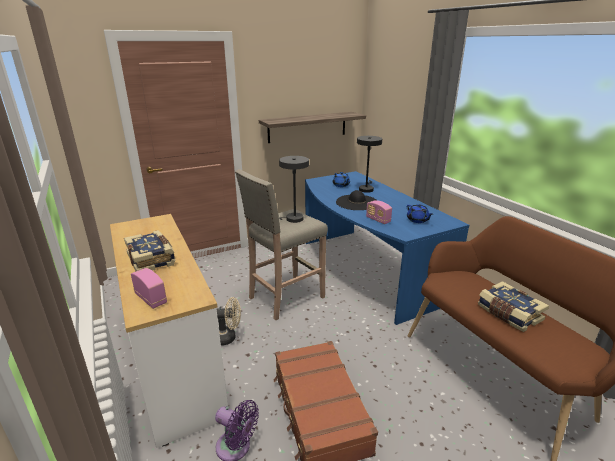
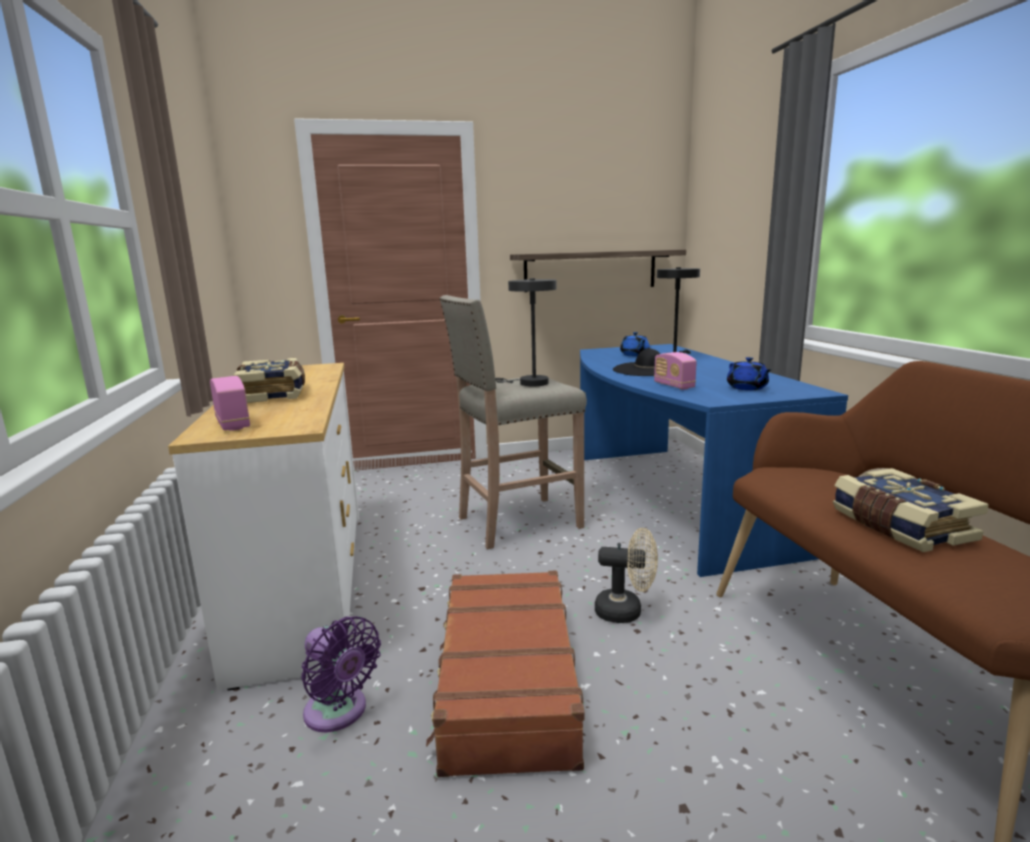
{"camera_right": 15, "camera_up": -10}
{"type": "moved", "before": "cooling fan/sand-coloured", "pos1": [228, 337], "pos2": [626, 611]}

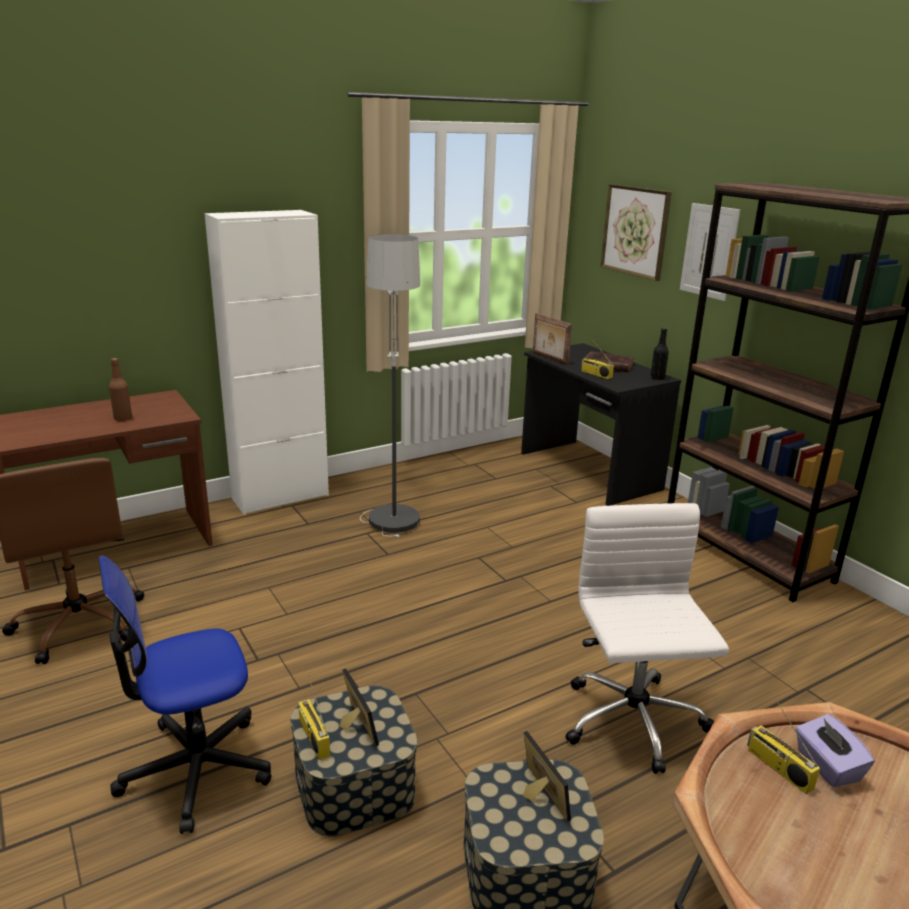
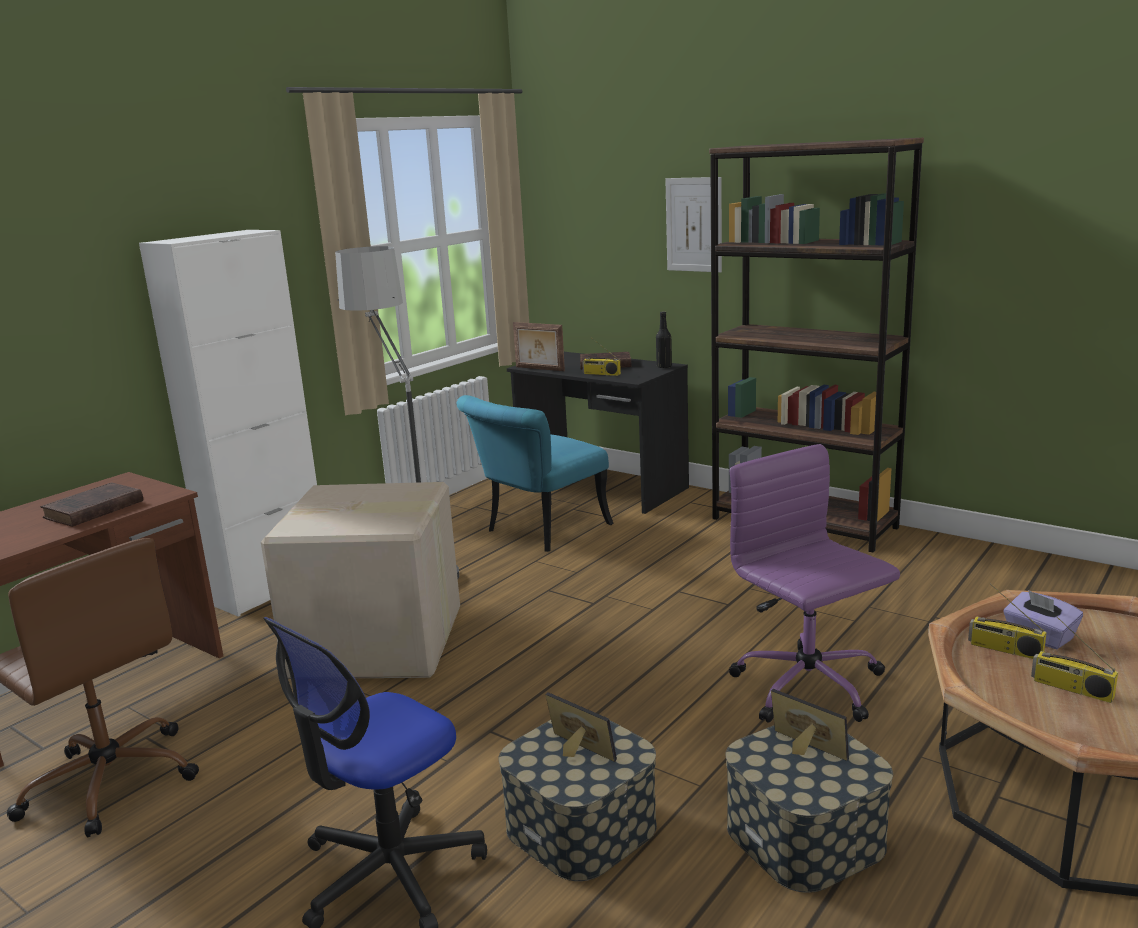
{"camera_right": -20, "camera_up": -5}
{"type": "removed", "before": "wall picture", "pos1": [635, 231]}
{"type": "replaced", "before": "bottle/brown-coloured", "after": "volume/brown-coloured", "pos1": [123, 418], "pos2": [92, 510]}
{"type": "recoloured", "before": "desk chair/white", "after": "desk chair/purple", "pos1": [633, 723], "pos2": [809, 688]}
{"type": "moved", "before": "radio set", "pos1": [312, 737], "pos2": [1071, 688]}
{"type": "added", "after": "upright chair/turquoise-coloured", "pos2": [539, 532]}
{"type": "added", "after": "packing box", "pos2": [379, 643]}

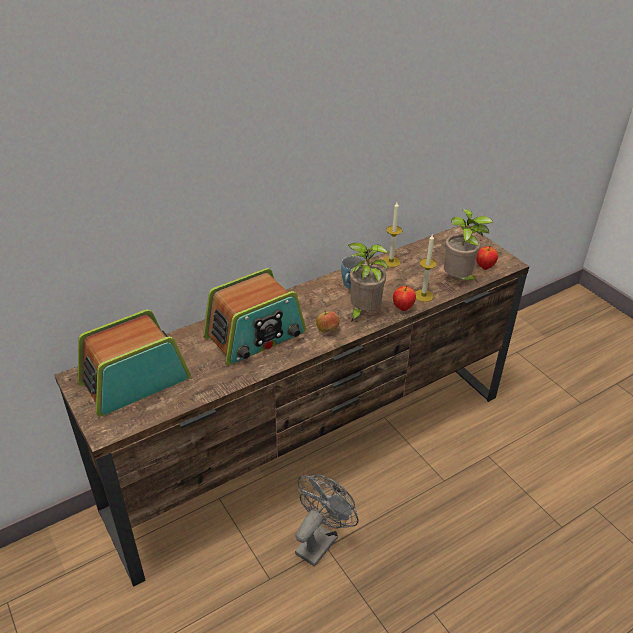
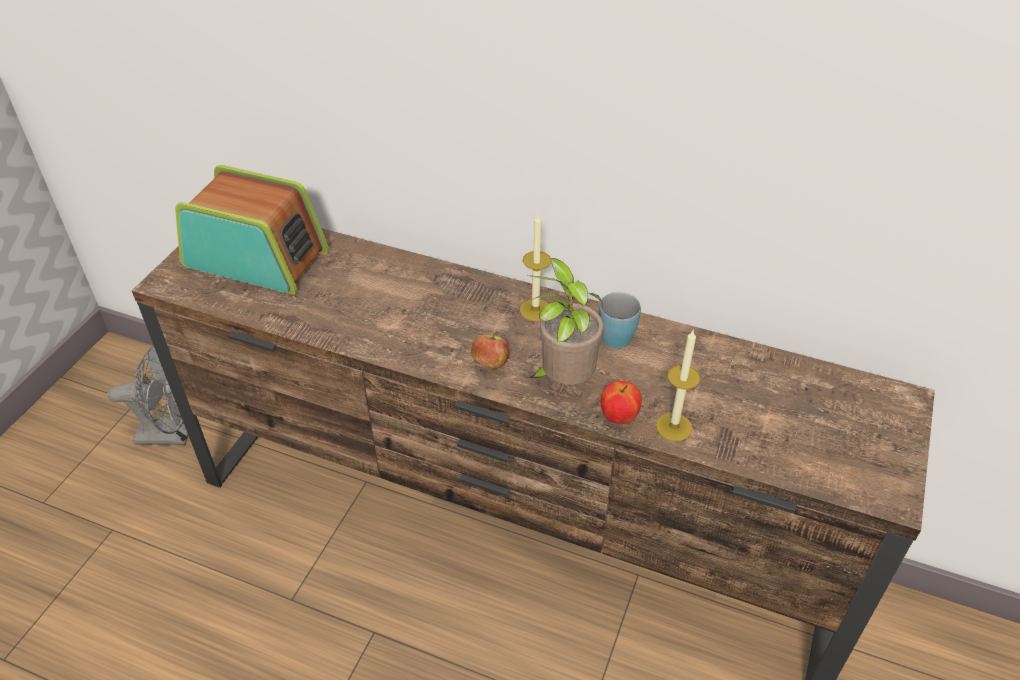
{"camera_right": 55, "camera_up": 5}
{"type": "moved", "before": "candle", "pos1": [391, 261], "pos2": [535, 310]}
{"type": "removed", "before": "potted plant", "pos1": [458, 280]}
{"type": "removed", "before": "apple fruit", "pos1": [484, 267]}
{"type": "removed", "before": "radio set", "pos1": [255, 335]}
{"type": "moved", "before": "cooling fan/greyish", "pos1": [320, 540], "pos2": [173, 433]}

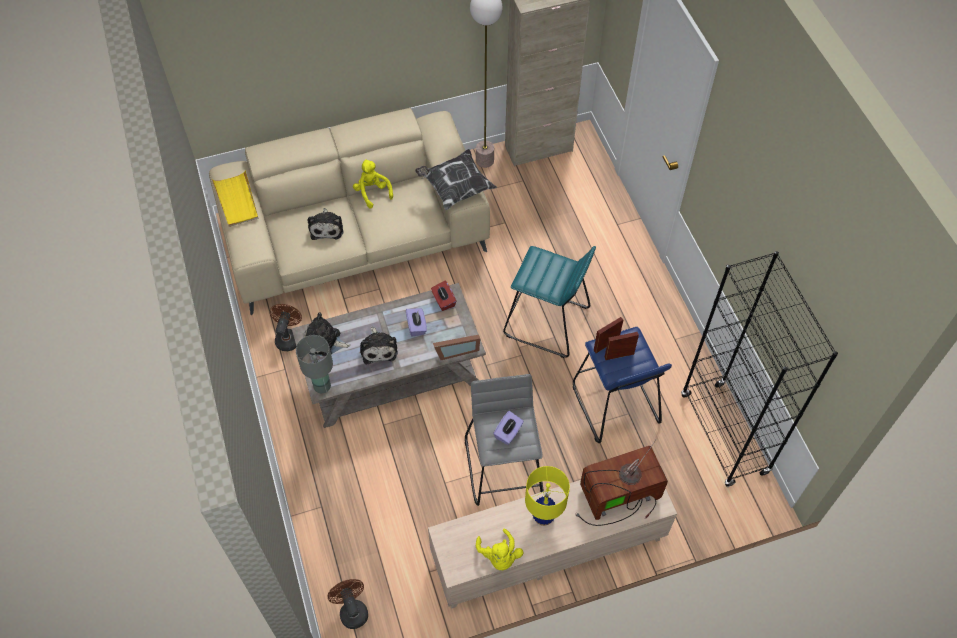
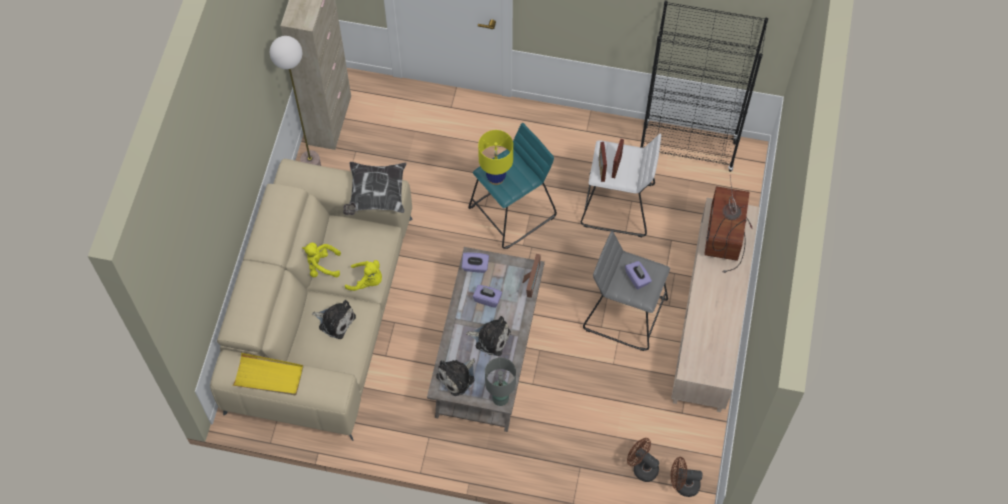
{"camera_right": -60, "camera_up": 5}
{"type": "recoloured", "before": "box of tissues/red", "after": "box of tissues/purple", "pos1": [443, 301], "pos2": [475, 266]}
{"type": "moved", "before": "cooling fan/brown-coloured", "pos1": [288, 337], "pos2": [642, 467]}
{"type": "recoloured", "before": "sitting stool/bluish", "after": "sitting stool/white", "pos1": [614, 404], "pos2": [617, 206]}
{"type": "moved", "before": "tabletop lamp/yellow", "pos1": [543, 516], "pos2": [496, 177]}
{"type": "moved", "before": "cuddly toy/yellow", "pos1": [499, 556], "pos2": [367, 281]}

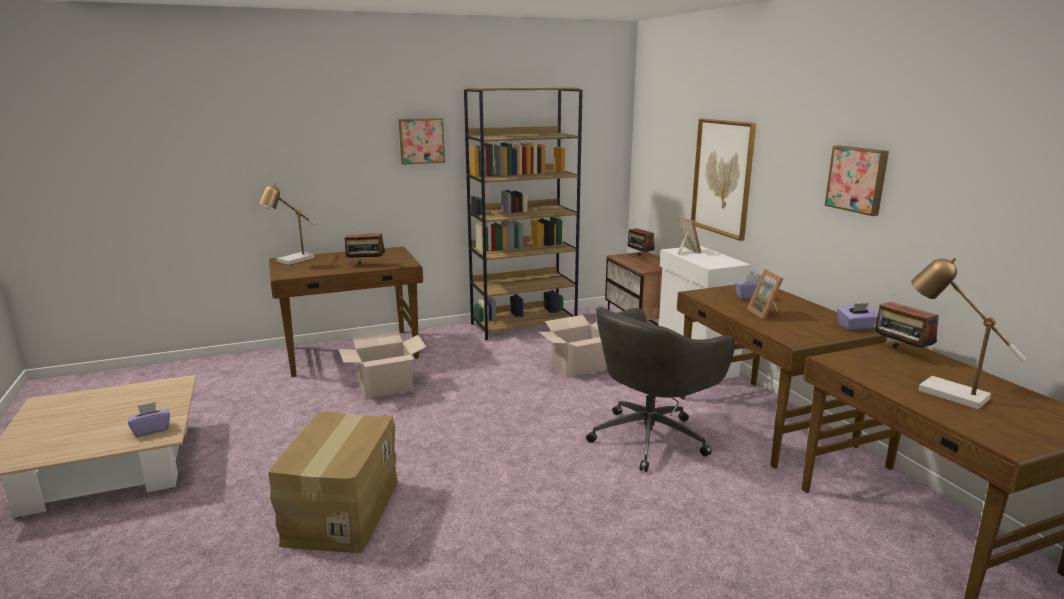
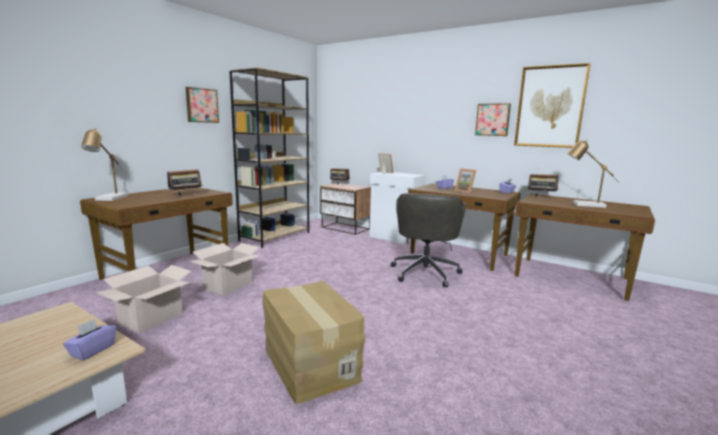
{"camera_right": -35, "camera_up": -5}
{"type": "moved", "before": "wall picture", "pos1": [722, 177], "pos2": [550, 107]}
{"type": "moved", "before": "packing box", "pos1": [578, 366], "pos2": [151, 318]}

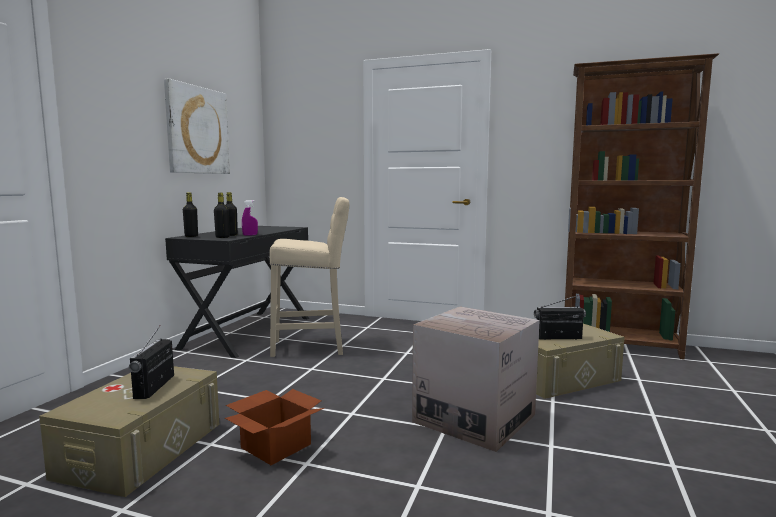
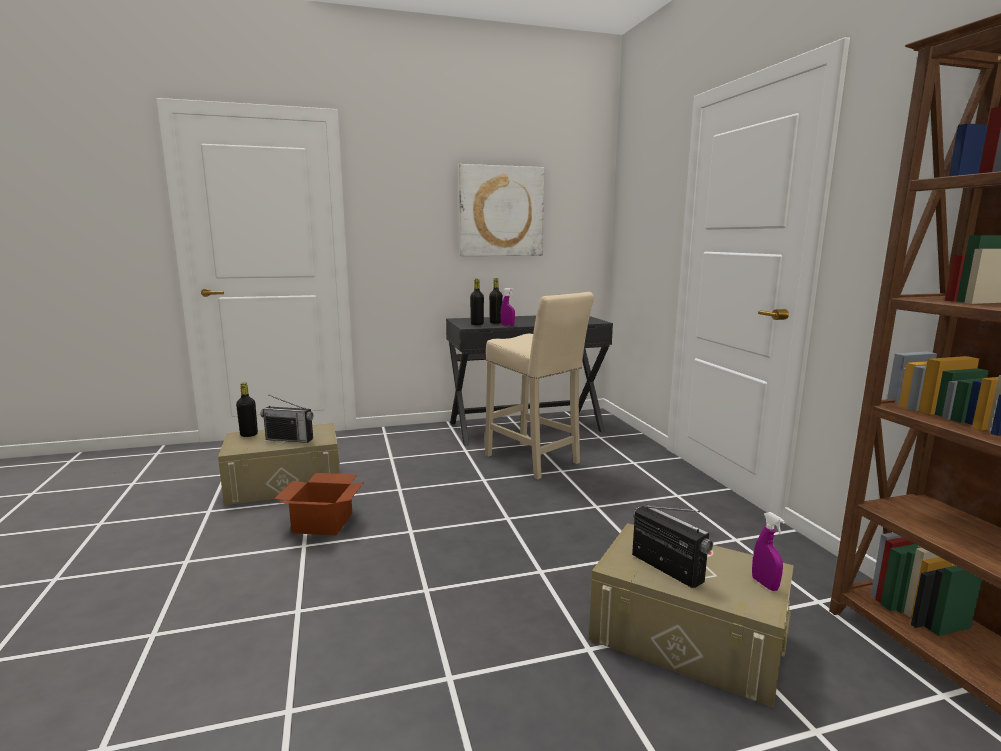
{"camera_right": 55, "camera_up": 5}
{"type": "moved", "before": "bottle/black", "pos1": [191, 236], "pos2": [249, 435]}
{"type": "removed", "before": "packing box", "pos1": [474, 418]}
{"type": "turned", "before": "radio set", "pos1": [154, 387], "pos2": [289, 439], "turn": -135}
{"type": "added", "after": "hand sprayer/purple", "pos2": [764, 584]}

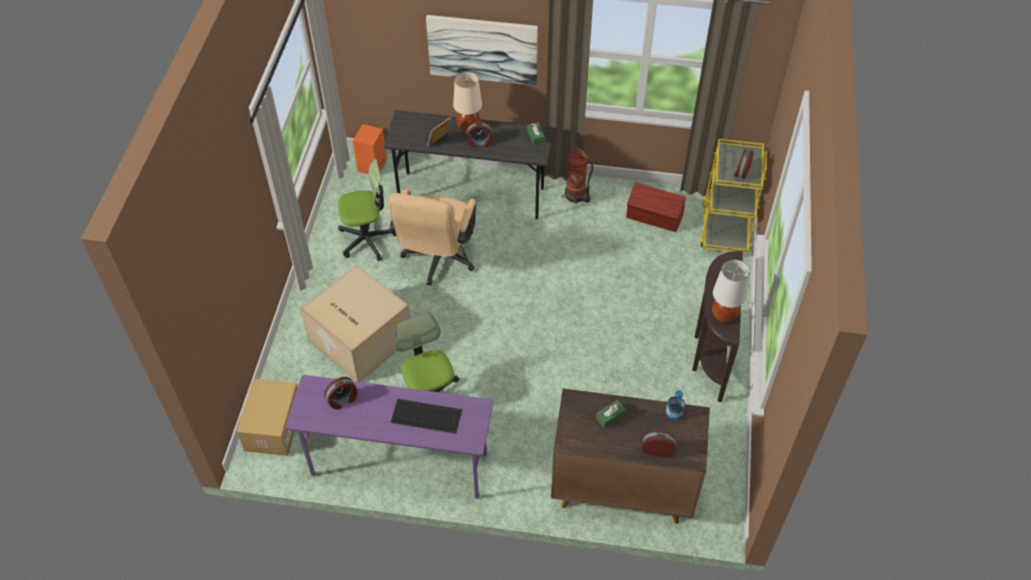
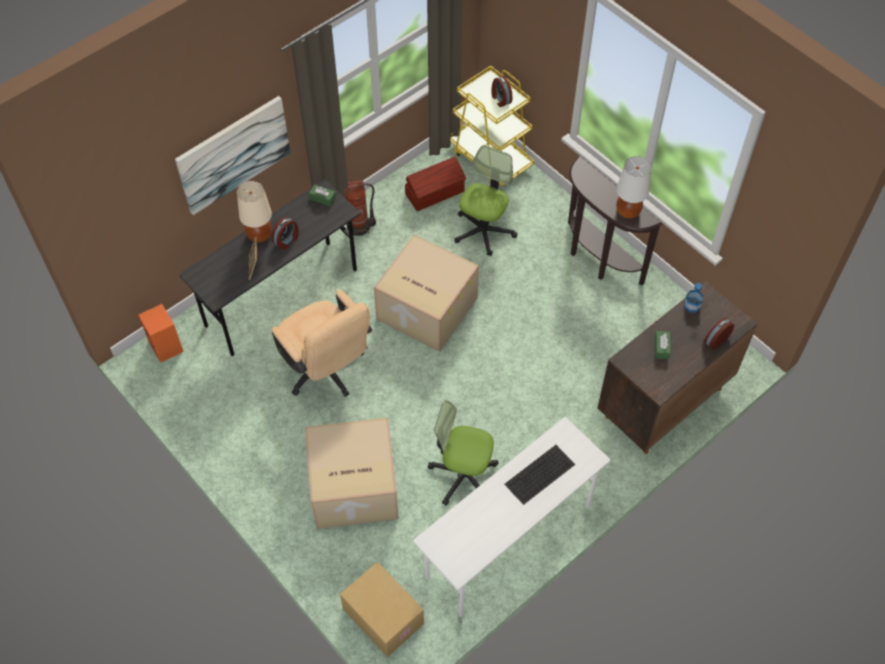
{"camera_right": -50, "camera_up": 5}
{"type": "moved", "before": "desk chair", "pos1": [367, 239], "pos2": [483, 231]}
{"type": "recoloured", "before": "desk/purple", "after": "desk/white", "pos1": [398, 465], "pos2": [509, 543]}
{"type": "removed", "before": "alarm clock", "pos1": [343, 400]}
{"type": "added", "after": "packing box", "pos2": [425, 308]}

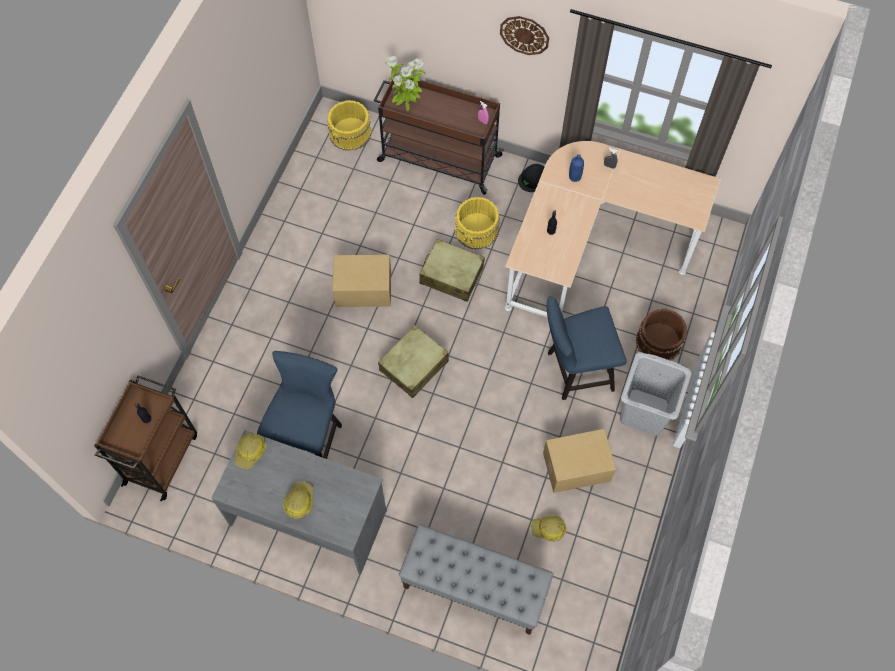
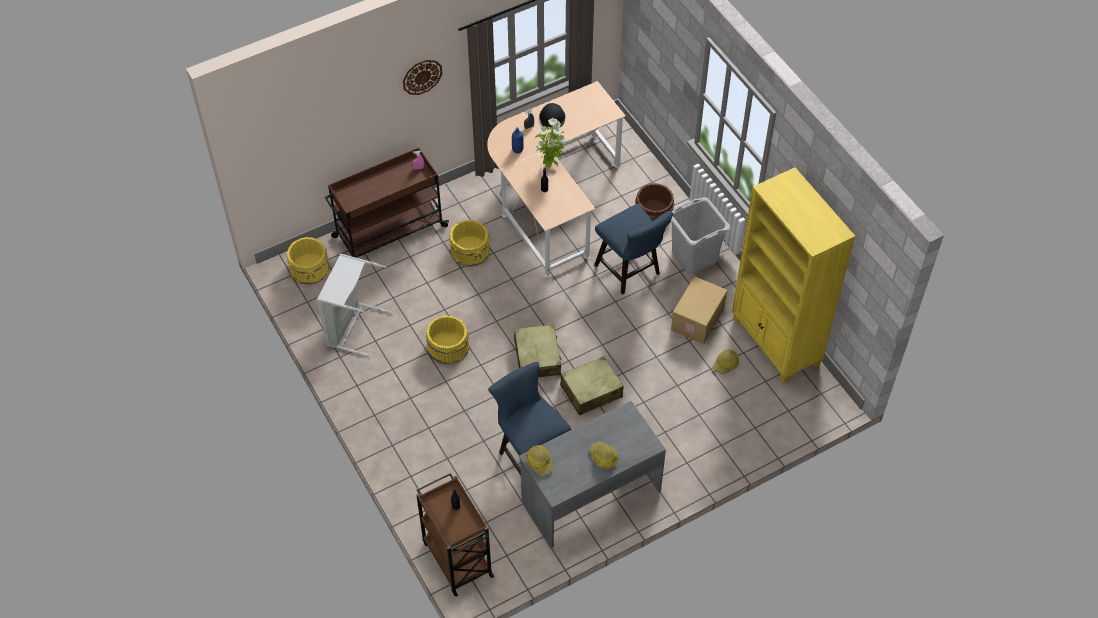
{"camera_right": -50, "camera_up": -10}
{"type": "moved", "before": "potted plant", "pos1": [406, 105], "pos2": [550, 165]}
{"type": "moved", "before": "hard hat/black", "pos1": [534, 178], "pos2": [552, 117]}
{"type": "moved", "before": "suitcase/sand-coloured", "pos1": [451, 275], "pos2": [591, 391]}
{"type": "replaced", "before": "packing box", "after": "bucket/yellow", "pos1": [363, 290], "pos2": [447, 347]}
{"type": "turned", "before": "upright chair/bluish", "pos1": [575, 371], "pos2": [630, 272], "turn": -60}
{"type": "removed", "before": "long seat/greyish", "pos1": [474, 587]}
{"type": "added", "after": "bookshelf/yellow", "pos2": [775, 342]}
{"type": "added", "after": "hamper/greyish", "pos2": [352, 327]}

